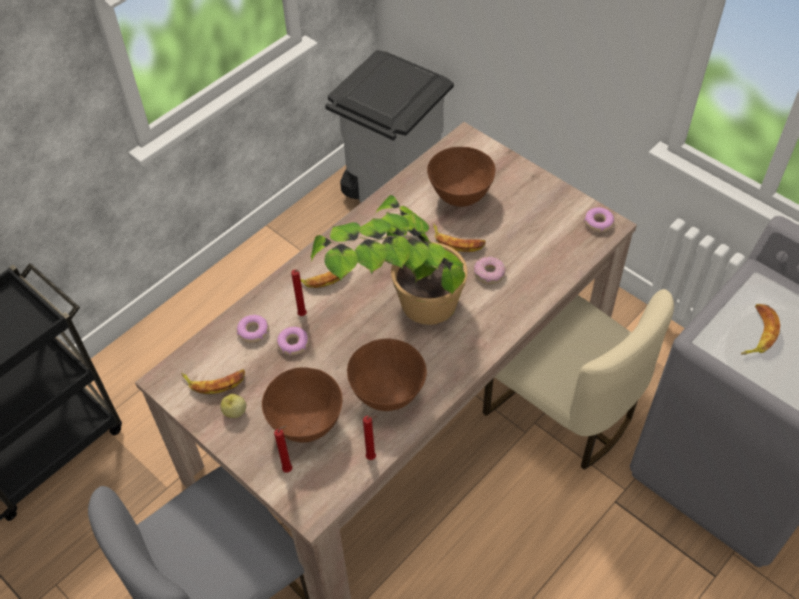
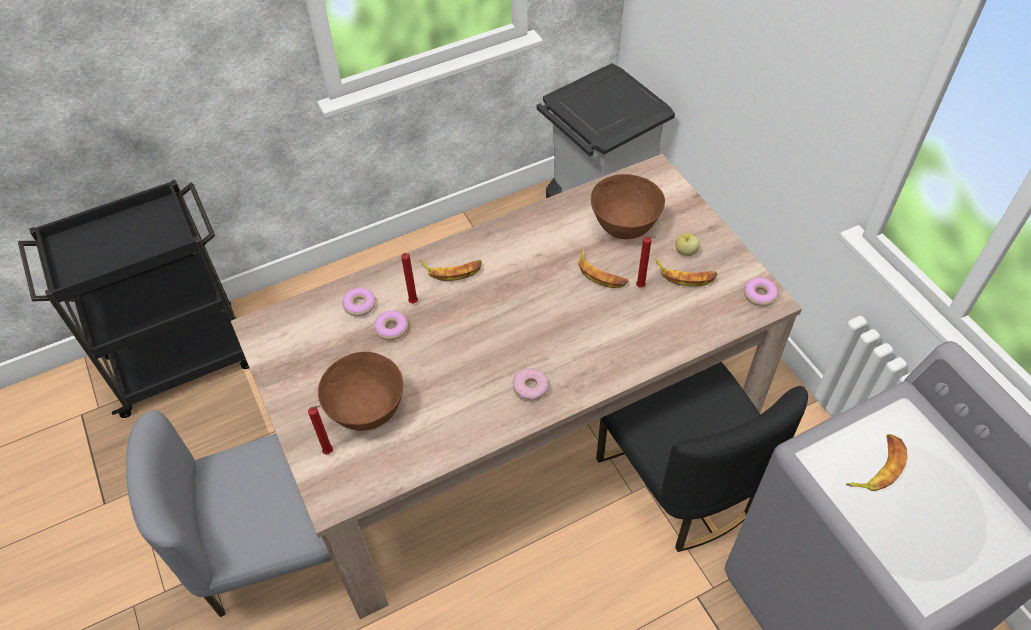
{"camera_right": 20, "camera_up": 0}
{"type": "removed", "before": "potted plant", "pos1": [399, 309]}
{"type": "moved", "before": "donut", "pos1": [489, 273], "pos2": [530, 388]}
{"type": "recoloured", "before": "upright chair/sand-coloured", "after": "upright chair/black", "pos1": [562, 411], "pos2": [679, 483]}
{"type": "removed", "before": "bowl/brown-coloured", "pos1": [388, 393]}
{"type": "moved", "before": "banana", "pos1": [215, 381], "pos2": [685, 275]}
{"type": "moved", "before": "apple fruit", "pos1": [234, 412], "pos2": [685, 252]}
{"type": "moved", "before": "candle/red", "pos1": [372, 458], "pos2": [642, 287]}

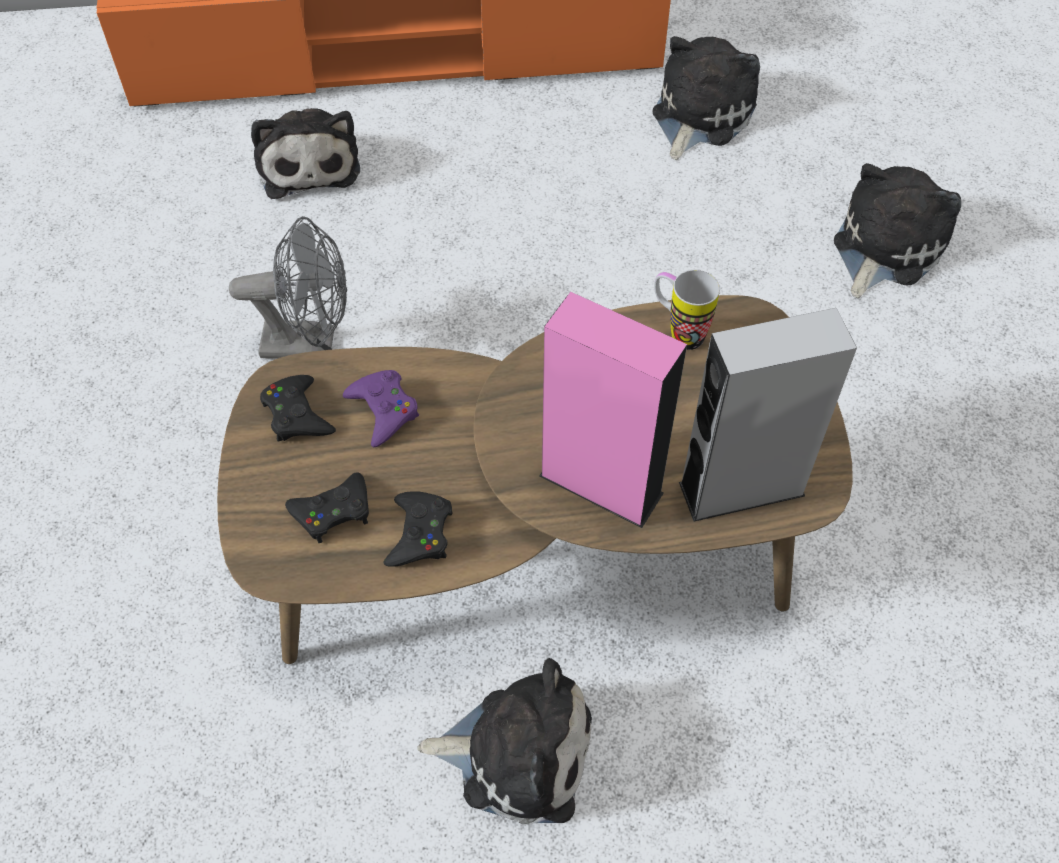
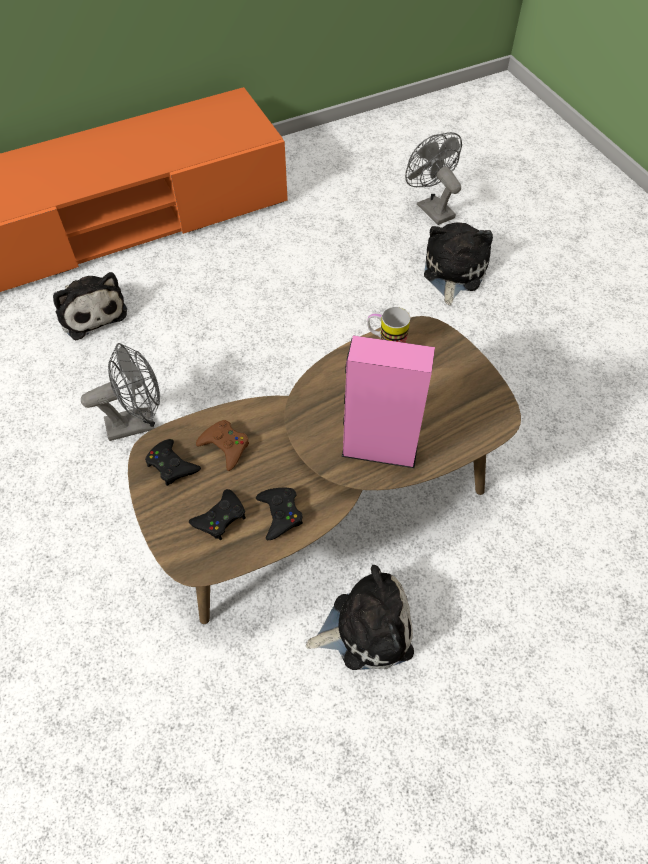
{"camera_right": -20, "camera_up": 0}
{"type": "removed", "before": "cuddly toy", "pos1": [699, 114]}
{"type": "removed", "before": "audio speaker/greyish", "pos1": [741, 489]}
{"type": "recoloured", "before": "gamepad/purple", "after": "gamepad/brown-coloured", "pos1": [383, 410], "pos2": [225, 446]}
{"type": "added", "after": "cooling fan/greyish", "pos2": [431, 208]}

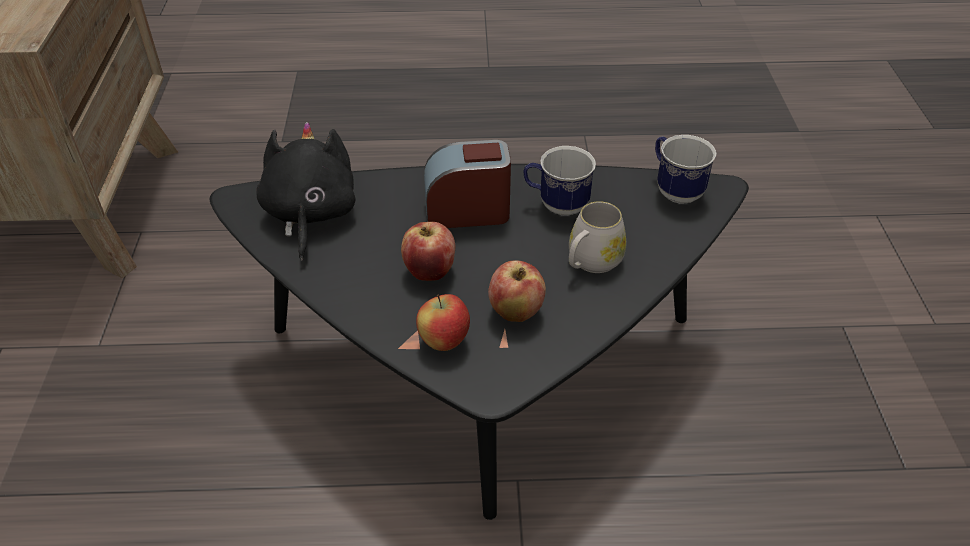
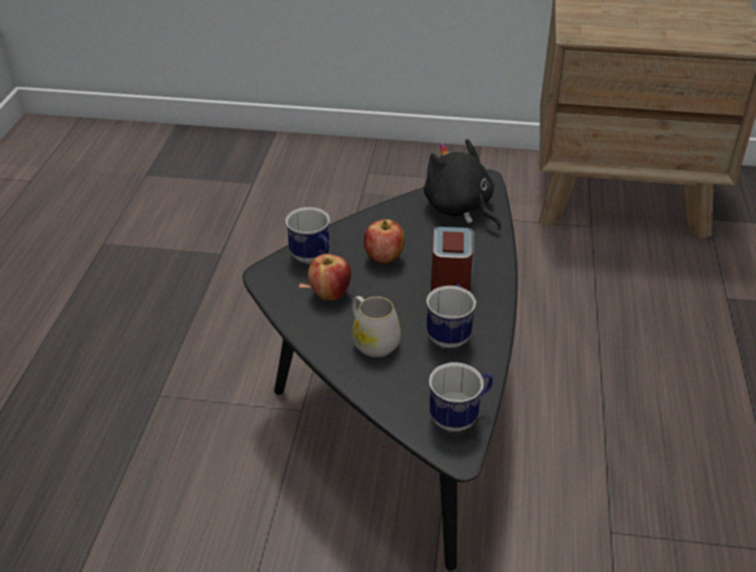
{"camera_right": 100, "camera_up": -5}
{"type": "turned", "before": "cuddly toy/black", "pos1": [309, 214], "pos2": [460, 209], "turn": -135}
{"type": "replaced", "before": "apple fruit", "after": "mug", "pos1": [444, 342], "pos2": [313, 259]}

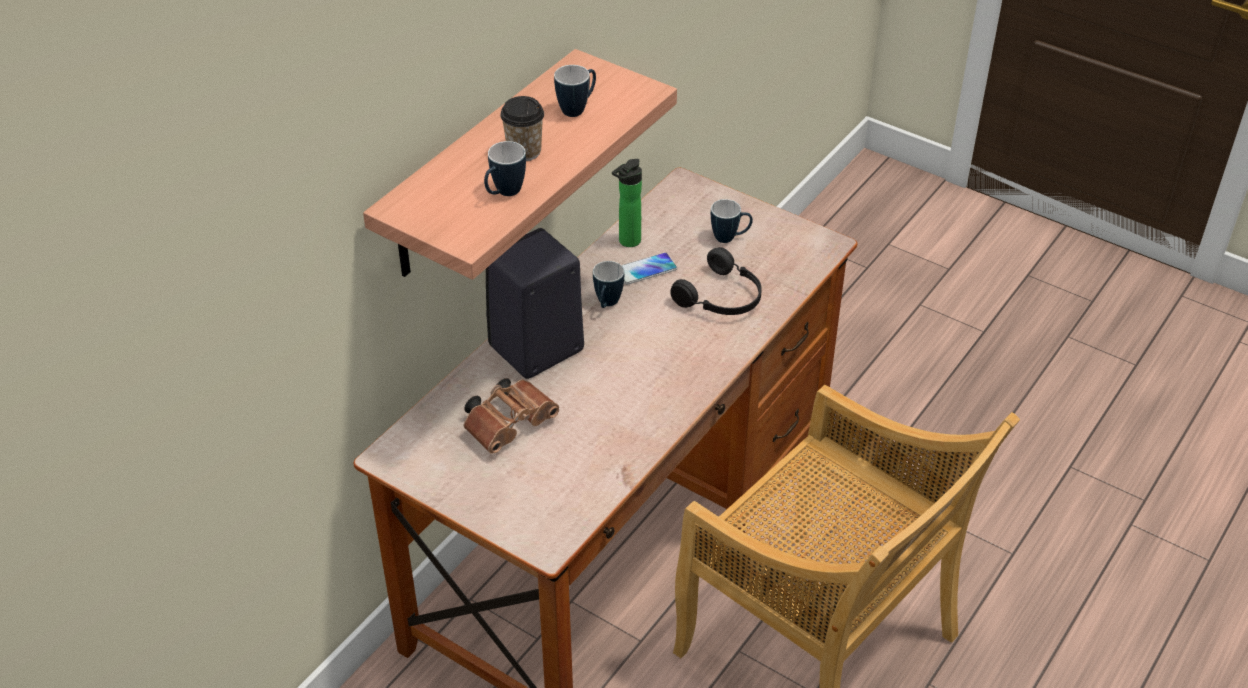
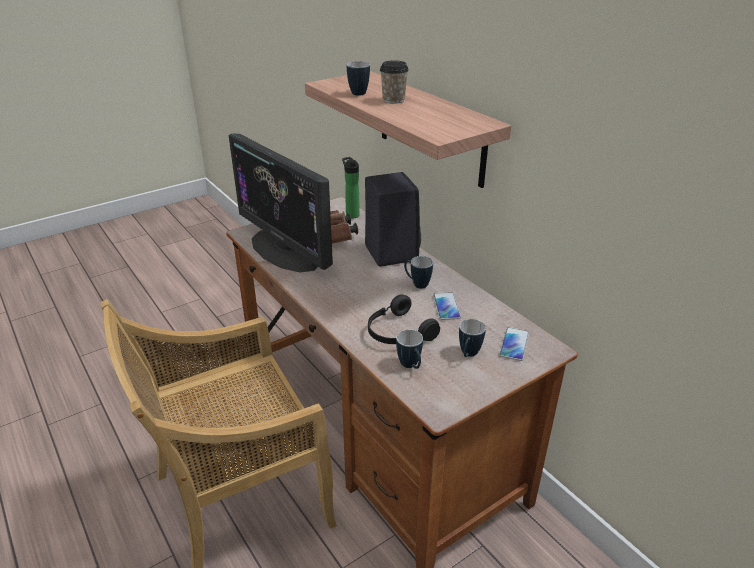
{"camera_right": 110, "camera_up": -10}
{"type": "moved", "before": "mug", "pos1": [578, 109], "pos2": [411, 366]}
{"type": "moved", "before": "bottle", "pos1": [627, 242], "pos2": [351, 214]}
{"type": "added", "after": "monitor", "pos2": [285, 250]}
{"type": "added", "after": "handset", "pos2": [514, 344]}

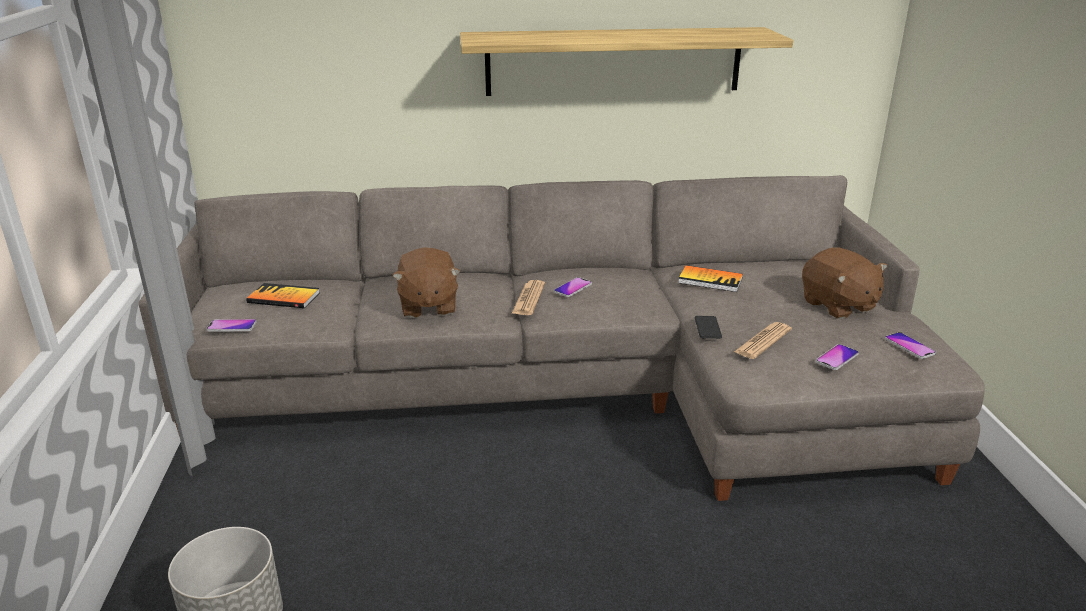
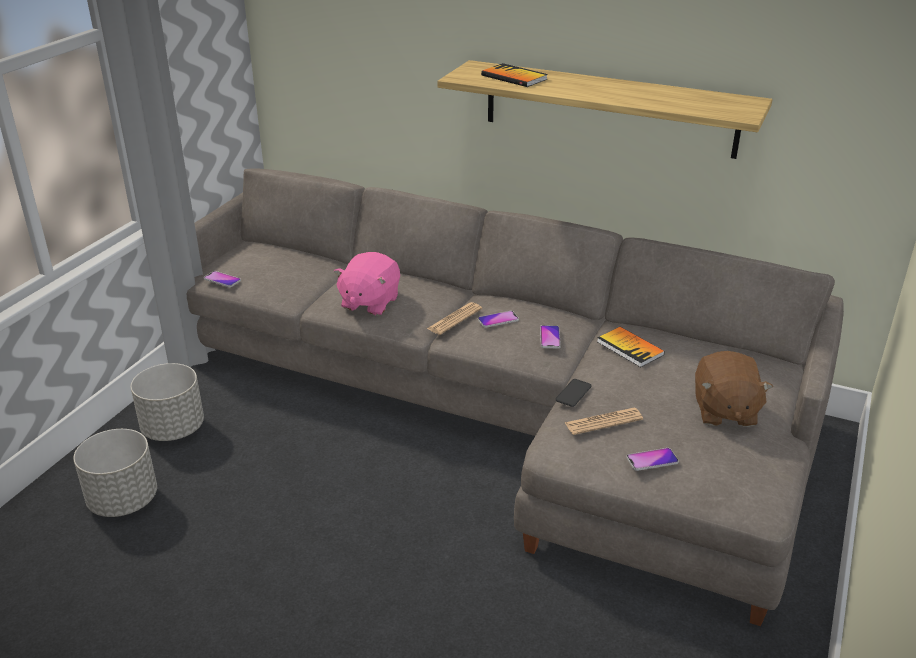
{"camera_right": 30, "camera_up": 5}
{"type": "recoloured", "before": "cuddly toy/brown-coloured", "after": "cuddly toy/pink", "pos1": [428, 306], "pos2": [369, 302]}
{"type": "moved", "before": "volume", "pos1": [283, 298], "pos2": [514, 77]}
{"type": "moved", "before": "handset", "pos1": [909, 346], "pos2": [550, 337]}
{"type": "added", "after": "flower pot/greyish", "pos2": [173, 428]}

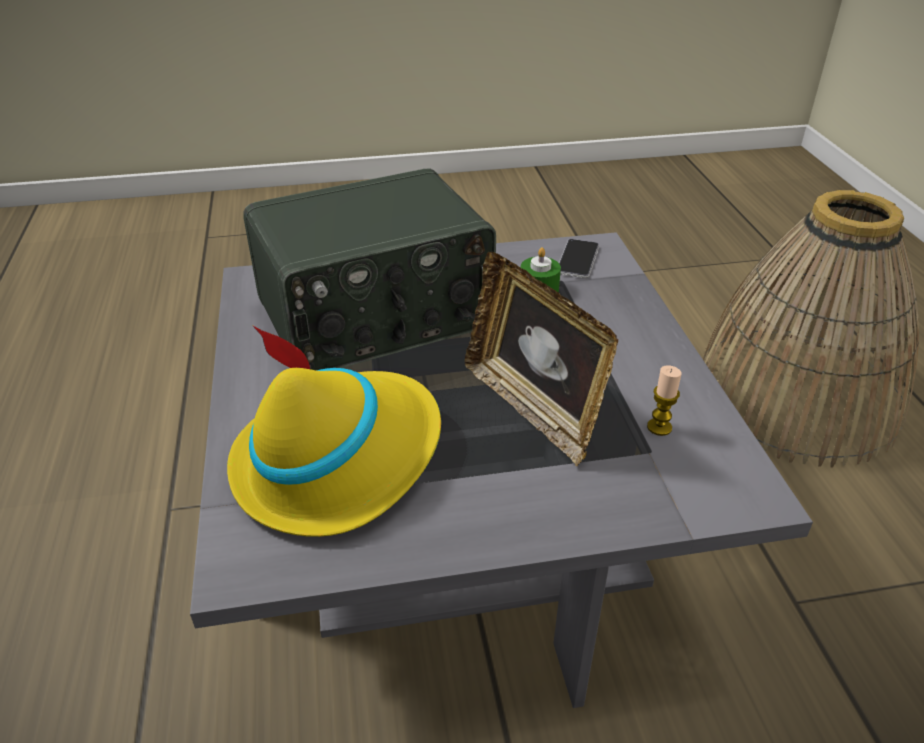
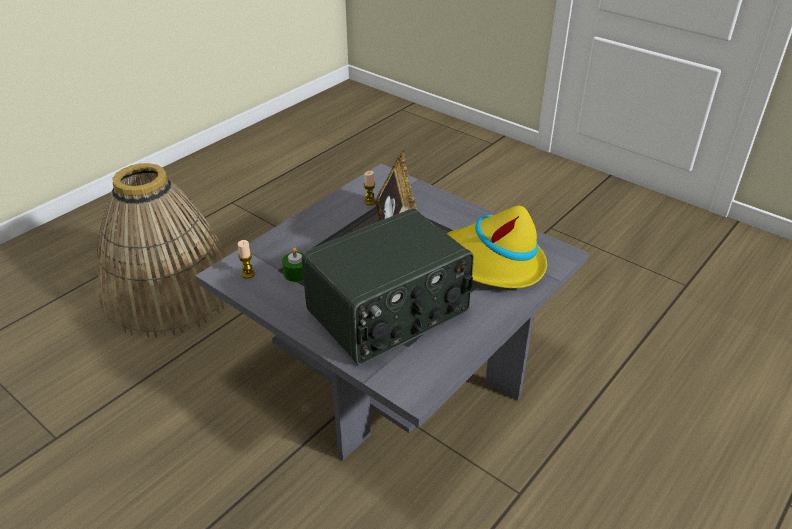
{"camera_right": -130, "camera_up": 0}
{"type": "turned", "before": "radio set", "pos1": [376, 317], "pos2": [389, 313], "turn": 120}
{"type": "replaced", "before": "handset", "after": "candle", "pos1": [578, 260], "pos2": [248, 274]}

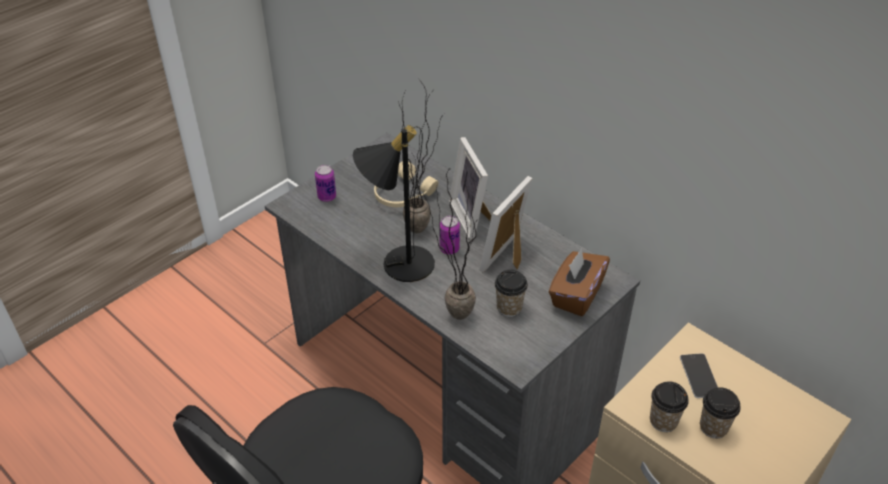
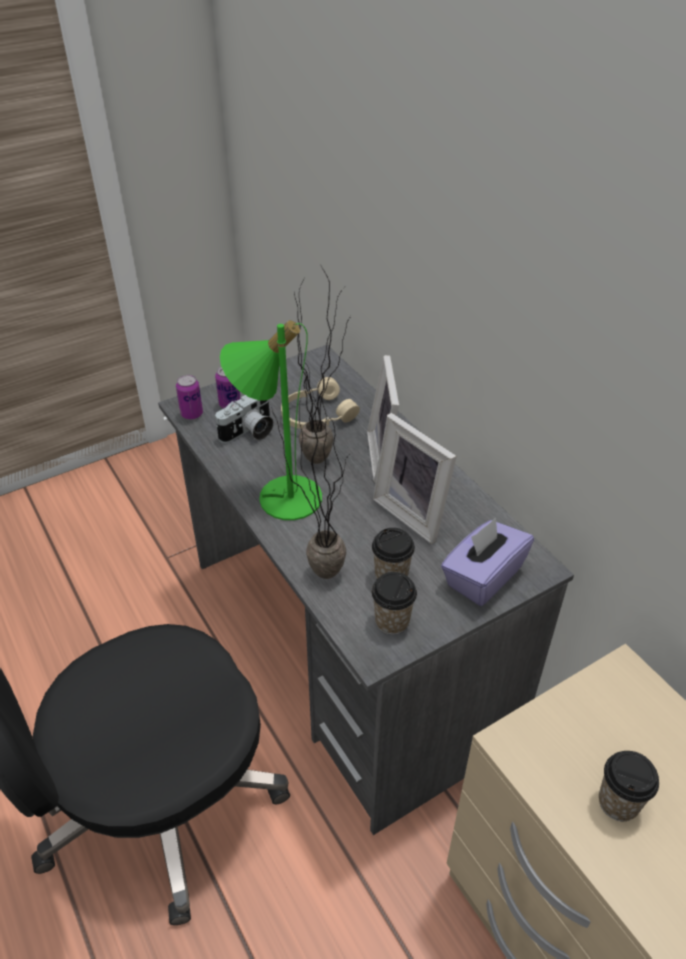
{"camera_right": 15, "camera_up": 0}
{"type": "recoloured", "before": "tabletop lamp/black", "after": "tabletop lamp/greenish", "pos1": [398, 262], "pos2": [279, 493]}
{"type": "turned", "before": "standing frame", "pos1": [509, 257], "pos2": [414, 512], "turn": -90}
{"type": "moved", "before": "sealed can", "pos1": [449, 249], "pos2": [192, 414]}
{"type": "recoloured", "before": "box of tissues/brown-coloured", "after": "box of tissues/purple", "pos1": [576, 295], "pos2": [482, 577]}
{"type": "removed", "before": "handset", "pos1": [699, 375]}
{"type": "moved", "before": "small cup", "pos1": [663, 421], "pos2": [392, 621]}
{"type": "added", "after": "still camera", "pos2": [249, 432]}

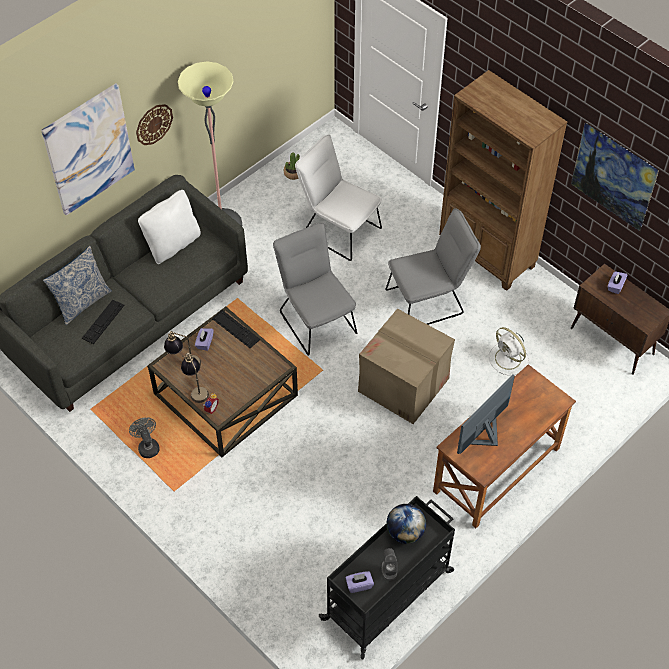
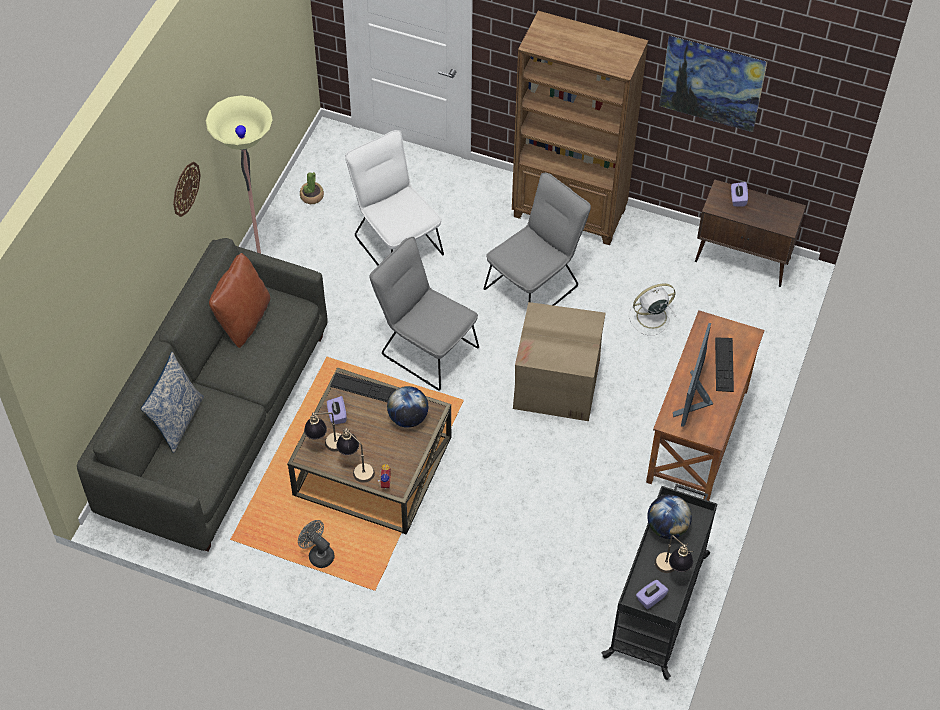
{"camera_right": -25, "camera_up": 0}
{"type": "removed", "before": "wall picture", "pos1": [89, 149]}
{"type": "turned", "before": "upright chair/white", "pos1": [338, 229], "pos2": [395, 241], "turn": 45}
{"type": "recoloured", "before": "throw pillow/white", "after": "throw pillow/brown-coloured", "pos1": [173, 244], "pos2": [243, 320]}
{"type": "moved", "before": "keyboard", "pos1": [103, 321], "pos2": [724, 364]}
{"type": "turned", "before": "cooling fan/white", "pos1": [509, 359], "pos2": [650, 317], "turn": 135}
{"type": "replaced", "before": "audio speaker/greyish", "after": "tabletop lamp", "pos1": [389, 569], "pos2": [671, 570]}
{"type": "added", "after": "desk globe", "pos2": [408, 418]}

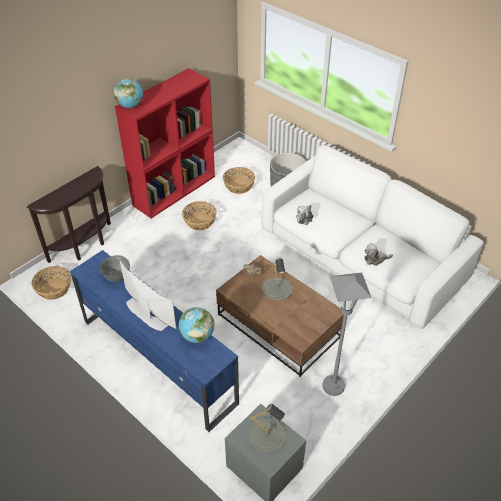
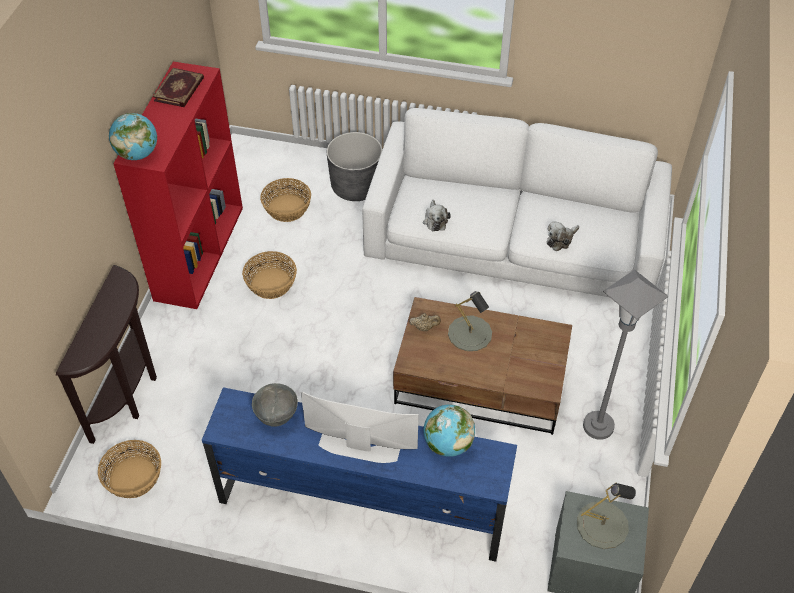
{"camera_right": -30, "camera_up": 5}
{"type": "added", "after": "volume", "pos2": [180, 89]}

